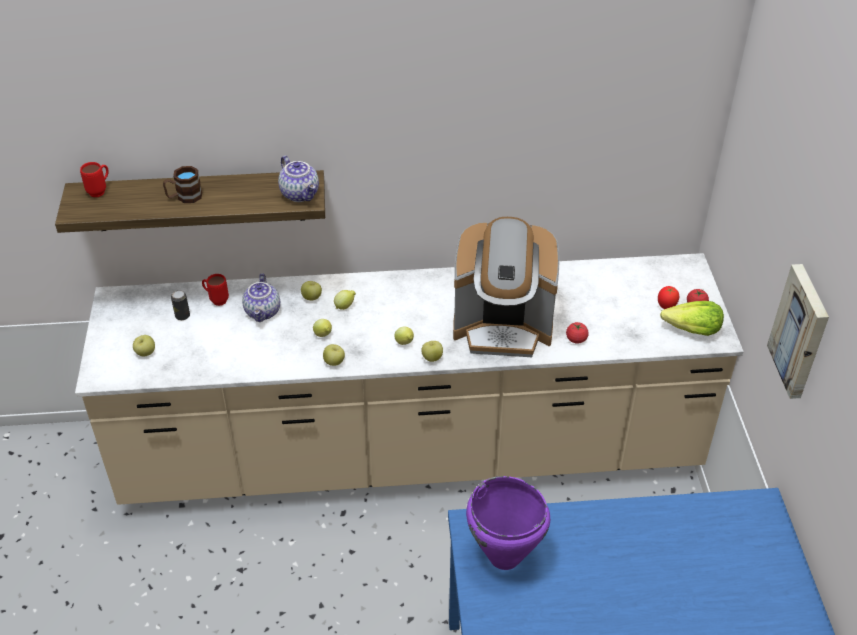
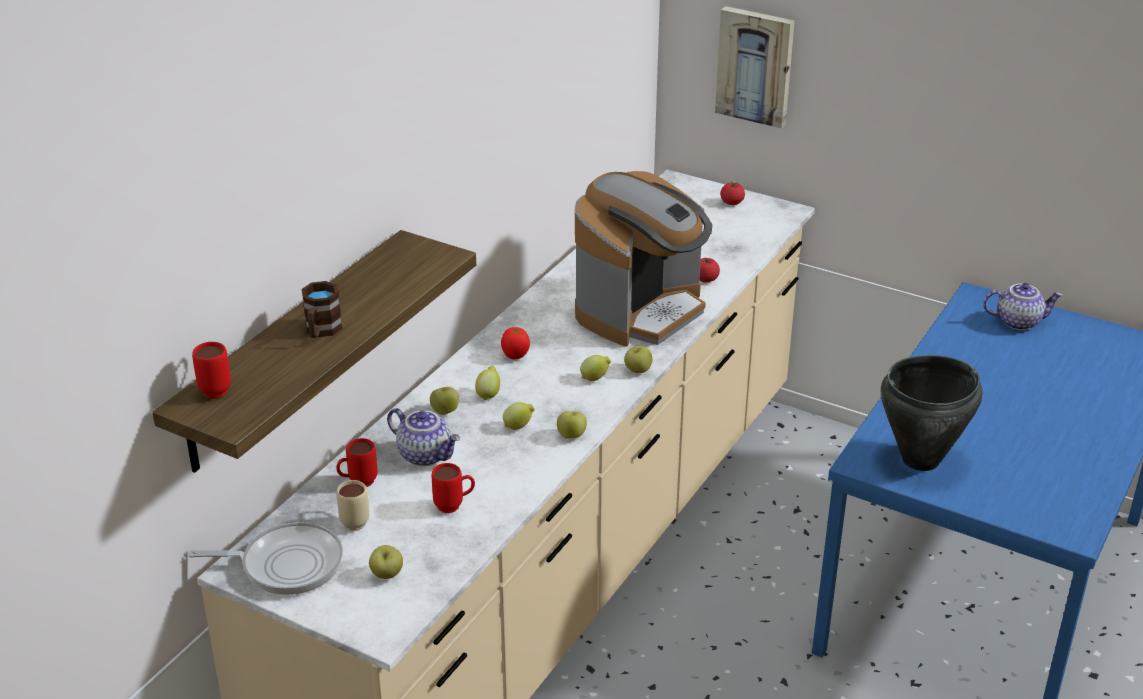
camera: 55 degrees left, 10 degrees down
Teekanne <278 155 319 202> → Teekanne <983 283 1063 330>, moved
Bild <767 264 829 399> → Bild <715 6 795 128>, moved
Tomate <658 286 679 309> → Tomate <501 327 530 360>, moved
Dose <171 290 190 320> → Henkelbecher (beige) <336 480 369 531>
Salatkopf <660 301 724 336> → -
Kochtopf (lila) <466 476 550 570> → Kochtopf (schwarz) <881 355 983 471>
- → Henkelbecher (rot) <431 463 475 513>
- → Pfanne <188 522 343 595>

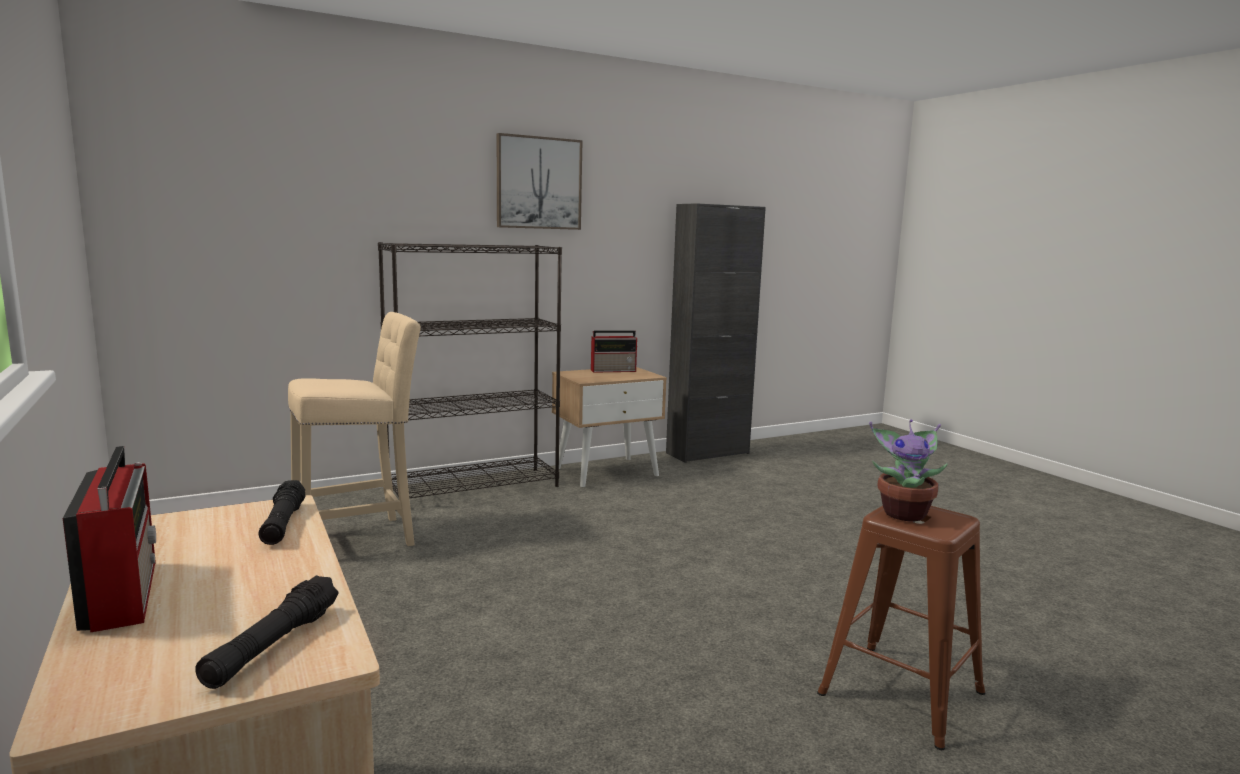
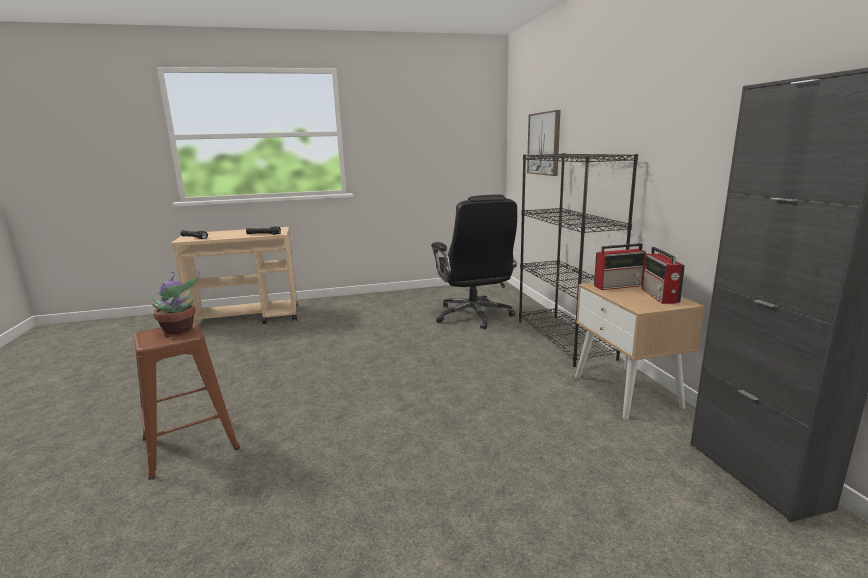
camera: 105 degrees right, 5 degrees up
Bild <497 133 582 230> → Bild <527 110 561 176>, moved
Hocker (beige) <288 312 421 546> → Bürostuhl (schwarz) <431 195 517 329>
Radio <63 446 156 633> → Radio <594 243 646 290>, moved

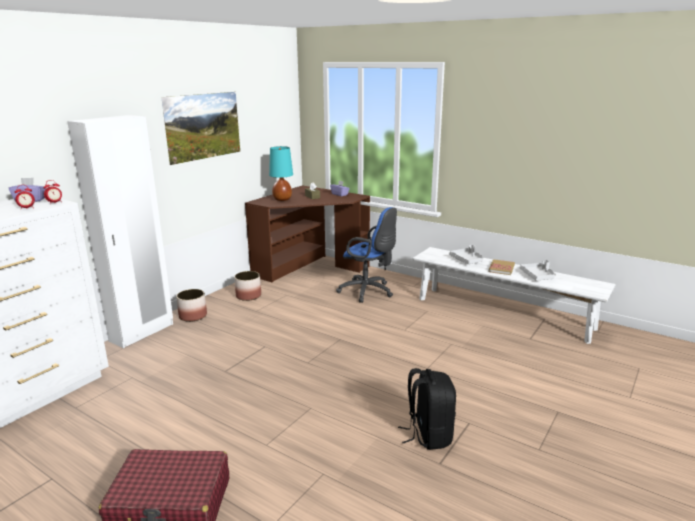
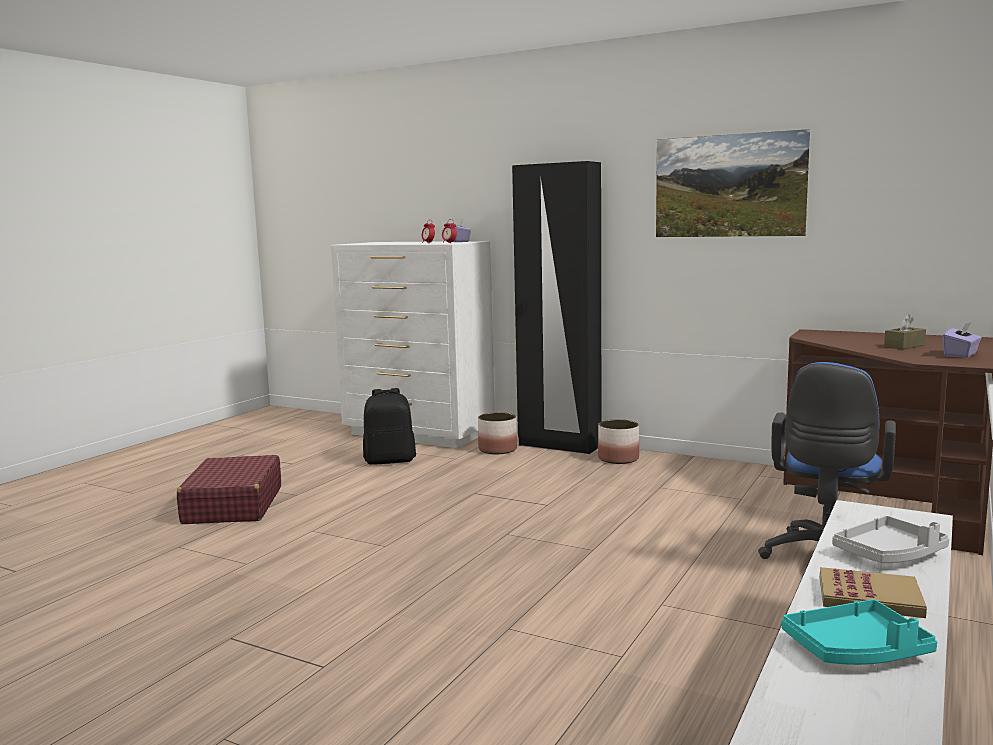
camera: 85 degrees right, 10 degrees down
Kleiderschrank (weiß) <67 115 173 348> → Kleiderschrank (schwarz) <512 161 601 454>
Tischlampe (türkis) <269 146 293 201> → -
Tablett (grau) <520 260 555 280> → Tablett (türkis) <782 599 937 665>
Pflanzkübel <234 271 261 301> → Pflanzkübel <478 412 517 454>, moved
Rucksack (schwarz) <398 368 456 450> → Rucksack (schwarz) <363 388 416 465>, moved

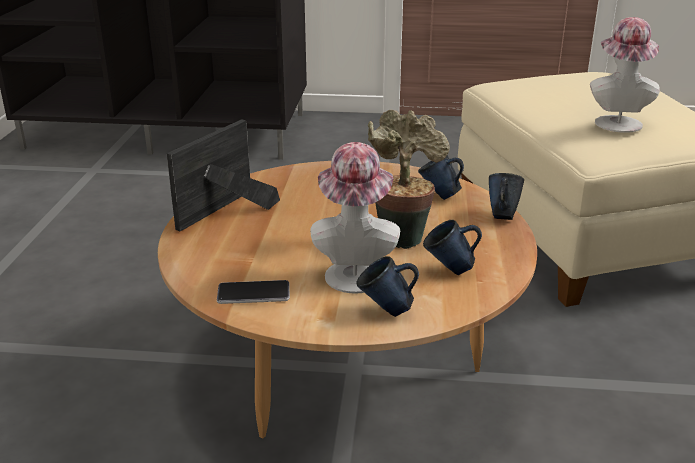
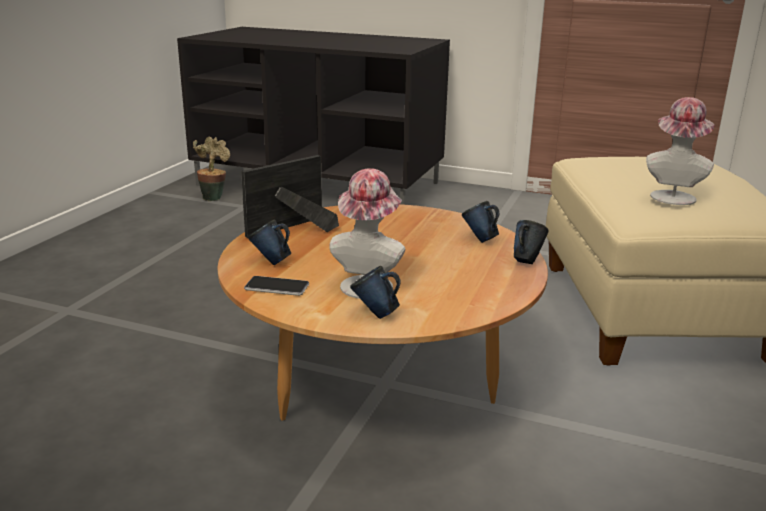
camera: 15 degrees right, 5 degrees down
Topfpflanze <368 110 450 249> → Topfpflanze <193 137 230 201>, moved
Henkelbecher (blau) <423 220 482 275> → Henkelbecher (blau) <248 219 291 265>, moved

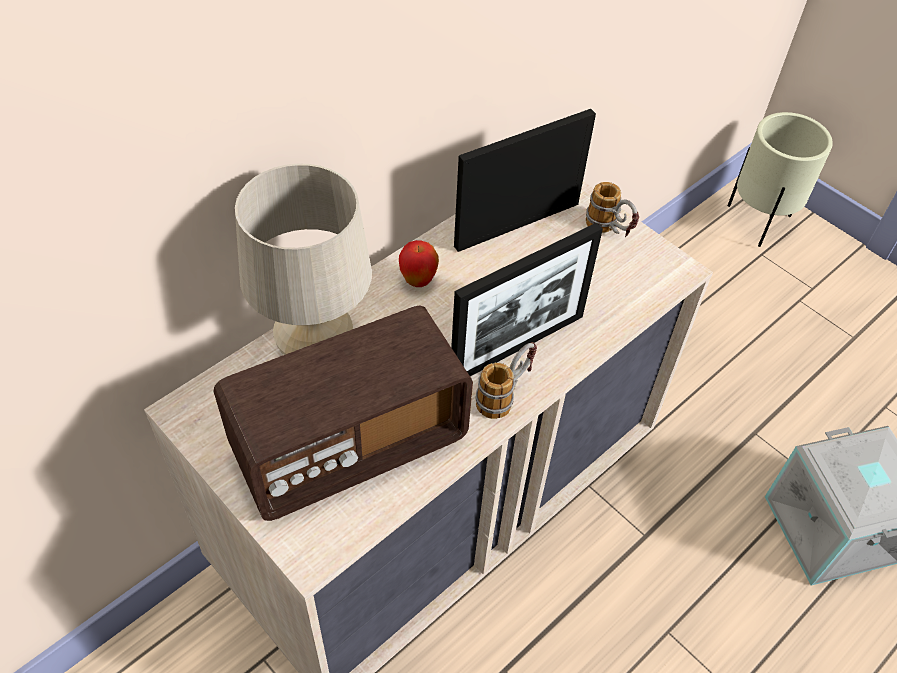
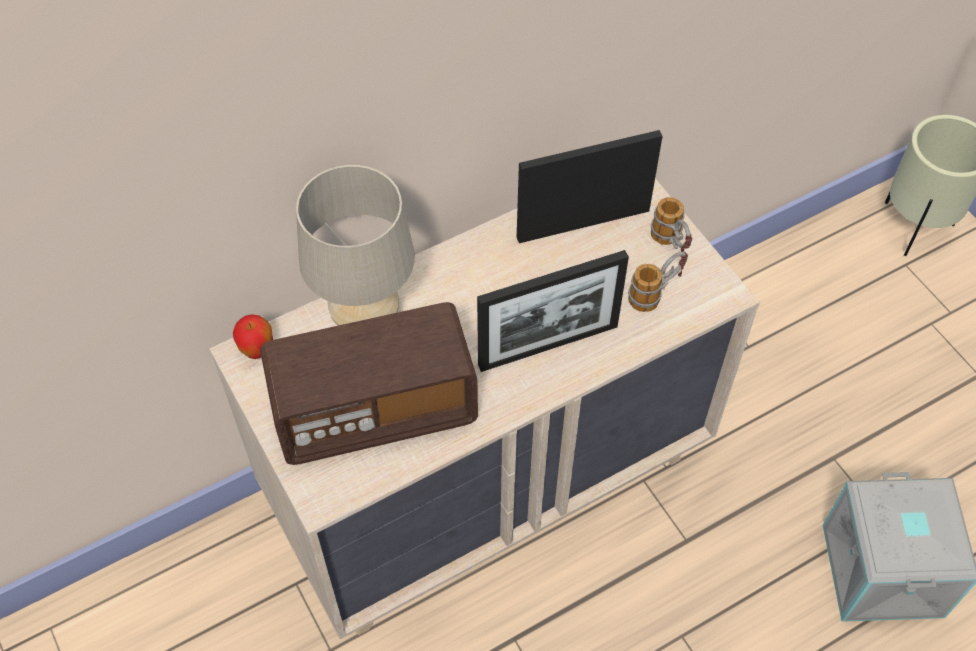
camera: 15 degrees right, 5 degrees up
Apfel <399 240 439 287> → Apfel <233 314 273 359>, moved
Henkelbecher <475 342 537 419> → Henkelbecher <628 251 688 312>, moved

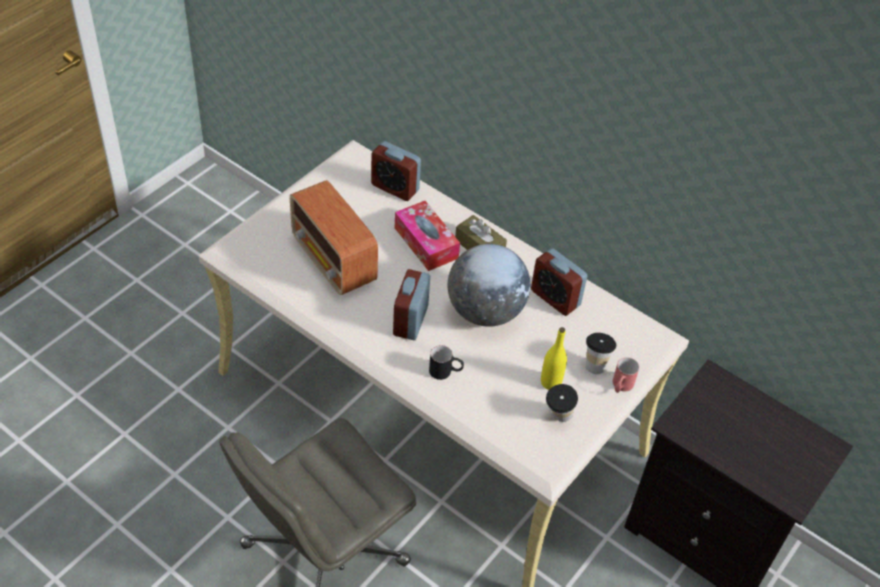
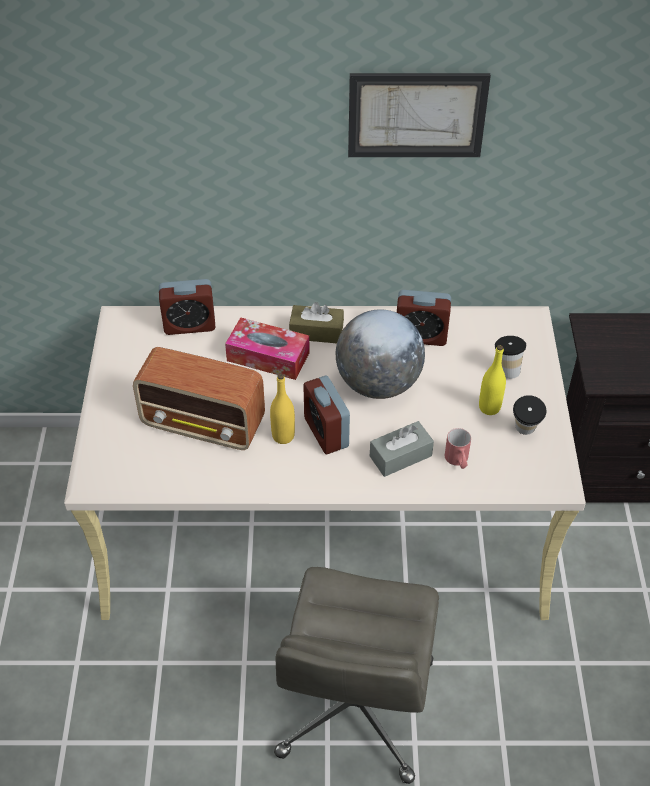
camera: 35 degrees left, 0 degrees up
Henkelbecher (schwarz) <429 345 464 380> → Taschentuchbox (grau) <370 421 434 477>
Henkelbecher (rot) <613 357 639 393> → Henkelbecher (rot) <445 428 471 469>, moved
- → Bild <348 73 491 157>
- → Flasche (gelb) <270 374 295 444>

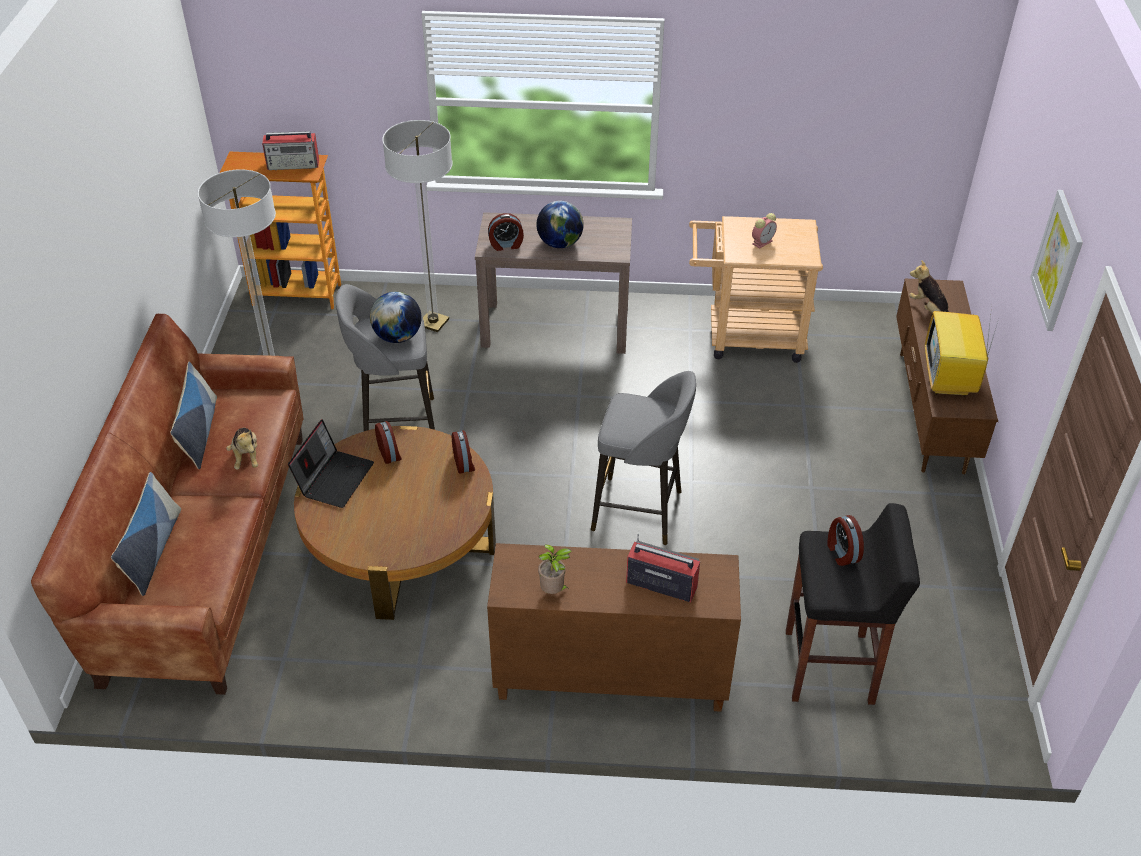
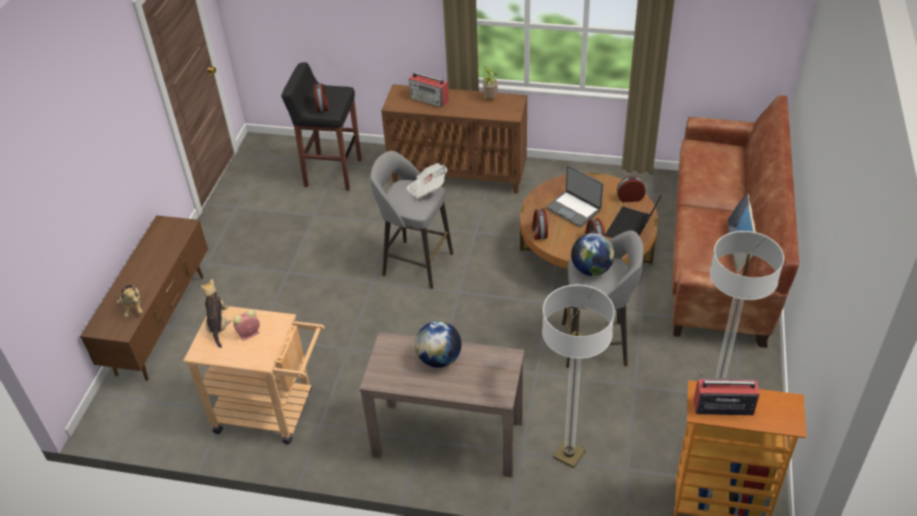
camera: 170 degrees left, 0 degrees up
Bild <1030 190 1083 331> → -
Wecker <488 213 524 251> → Wecker <617 176 645 202>, moved
Fernseher <925 307 998 396> → -
Plüschtier <226 428 258 470> → Plüschtier <201 279 231 348>, moved
Kissen <111 472 181 596> → -
- → Zeitung <407 163 448 199>
- → Laptop <546 165 603 227>

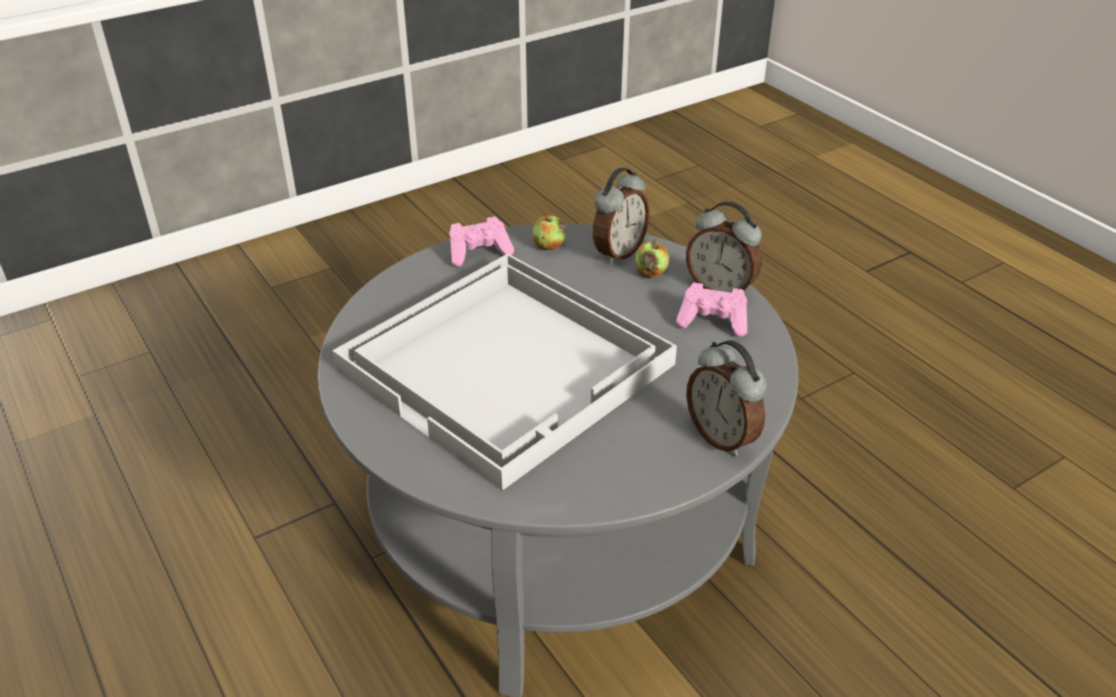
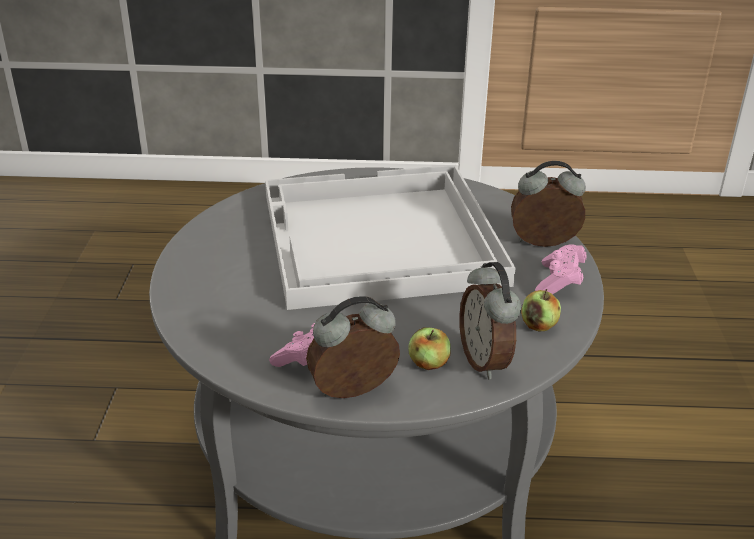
camera: 125 degrees right, 5 degrees down
Wecker <686 340 767 456> → Wecker <511 161 586 247>, moved

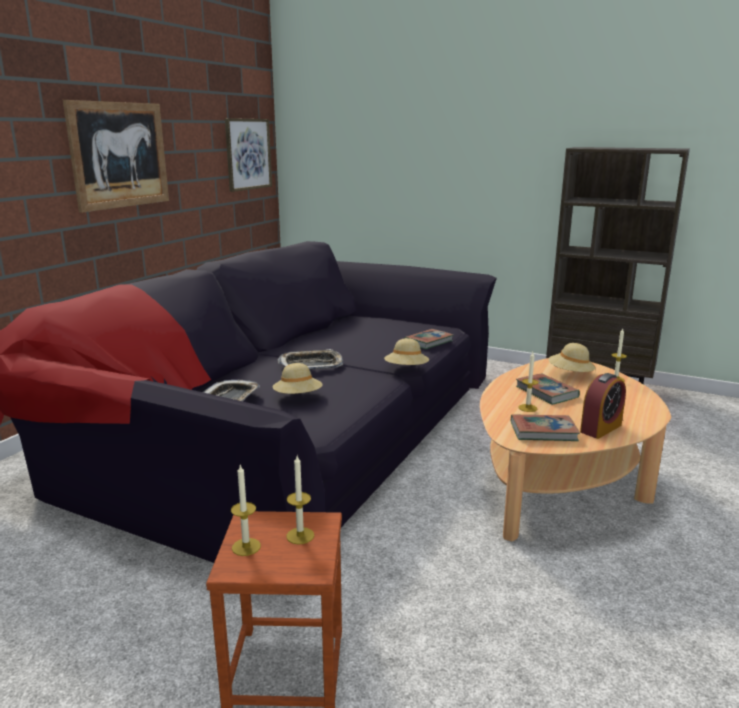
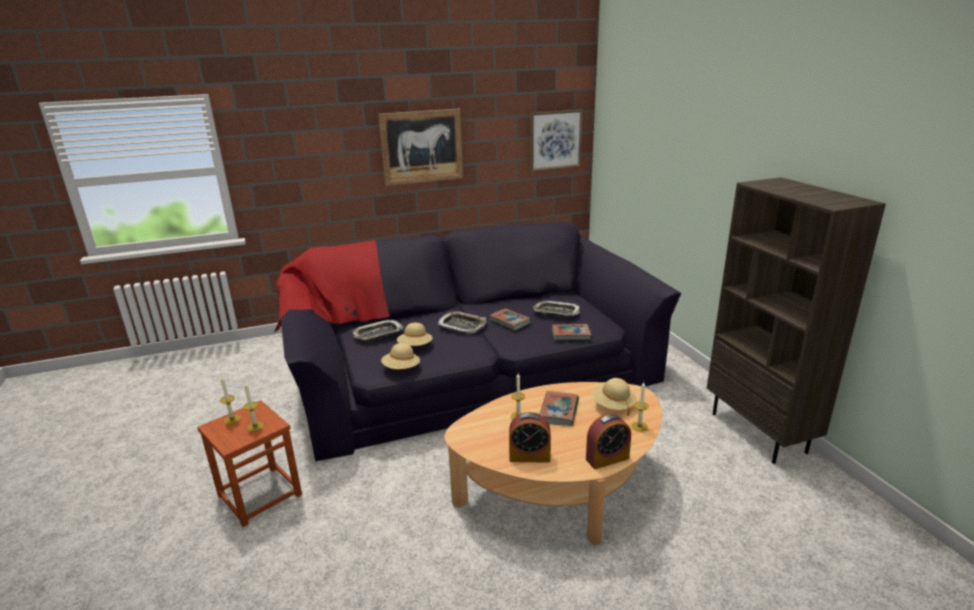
camera: 45 degrees right, 5 degrees up
Hut (beige) <384 338 429 365> → Hut (beige) <381 343 420 369>, moved
Buch <511 414 580 441> → Buch <489 308 531 331>, moved
- → Tablett <533 301 580 316>
- → Wecker <586 414 631 469>

